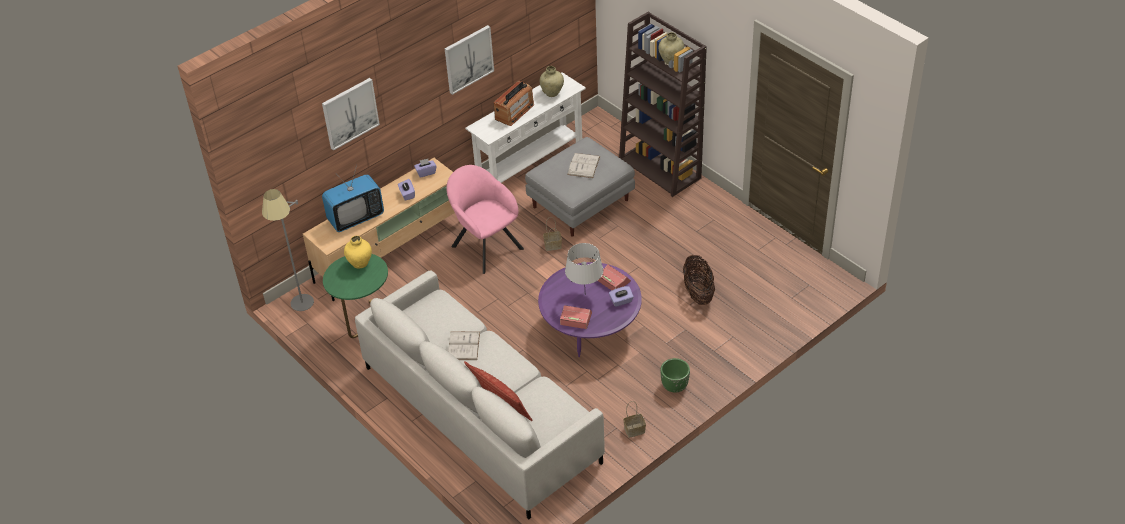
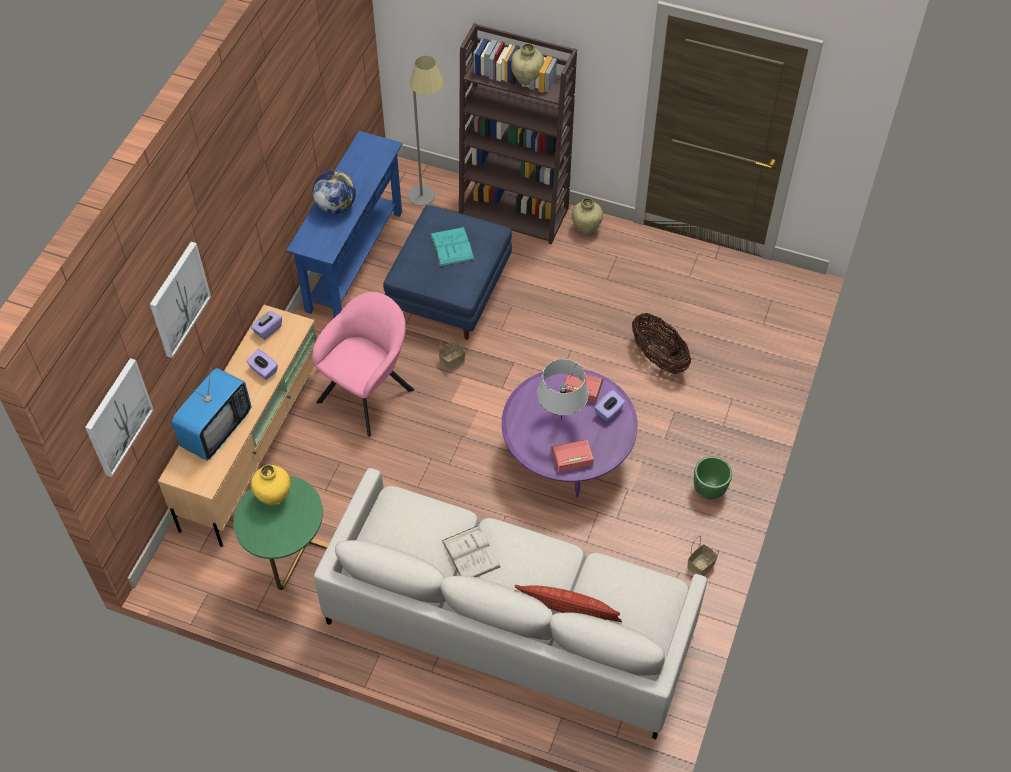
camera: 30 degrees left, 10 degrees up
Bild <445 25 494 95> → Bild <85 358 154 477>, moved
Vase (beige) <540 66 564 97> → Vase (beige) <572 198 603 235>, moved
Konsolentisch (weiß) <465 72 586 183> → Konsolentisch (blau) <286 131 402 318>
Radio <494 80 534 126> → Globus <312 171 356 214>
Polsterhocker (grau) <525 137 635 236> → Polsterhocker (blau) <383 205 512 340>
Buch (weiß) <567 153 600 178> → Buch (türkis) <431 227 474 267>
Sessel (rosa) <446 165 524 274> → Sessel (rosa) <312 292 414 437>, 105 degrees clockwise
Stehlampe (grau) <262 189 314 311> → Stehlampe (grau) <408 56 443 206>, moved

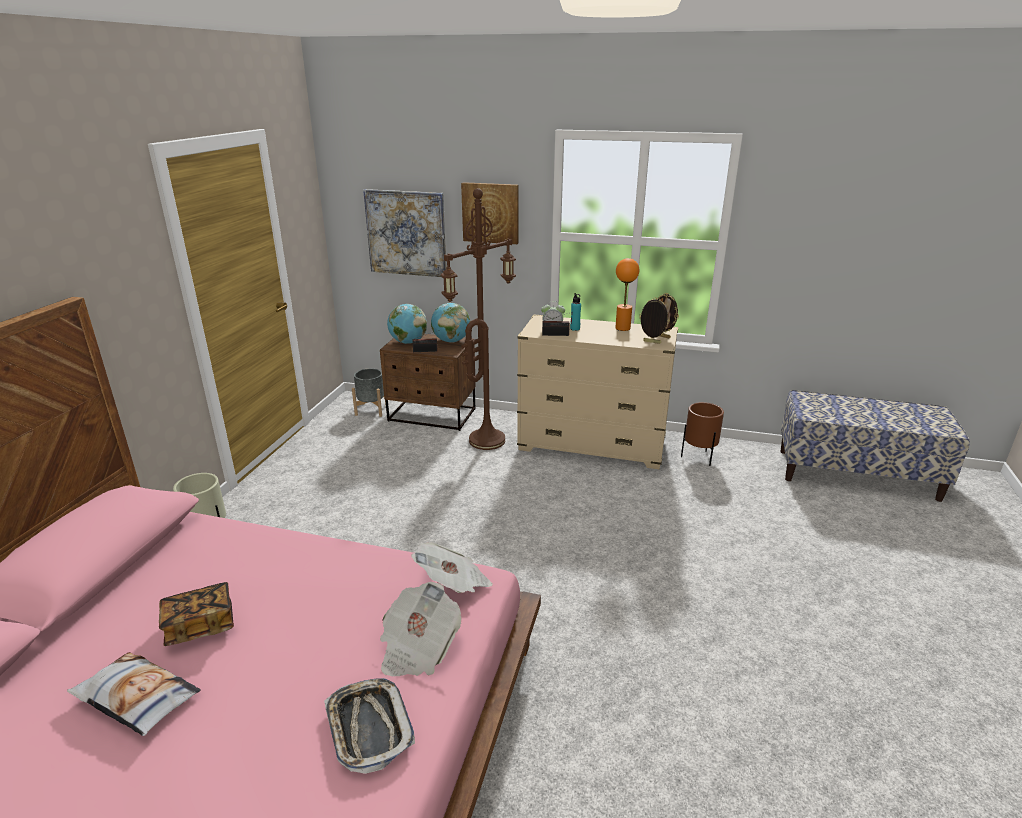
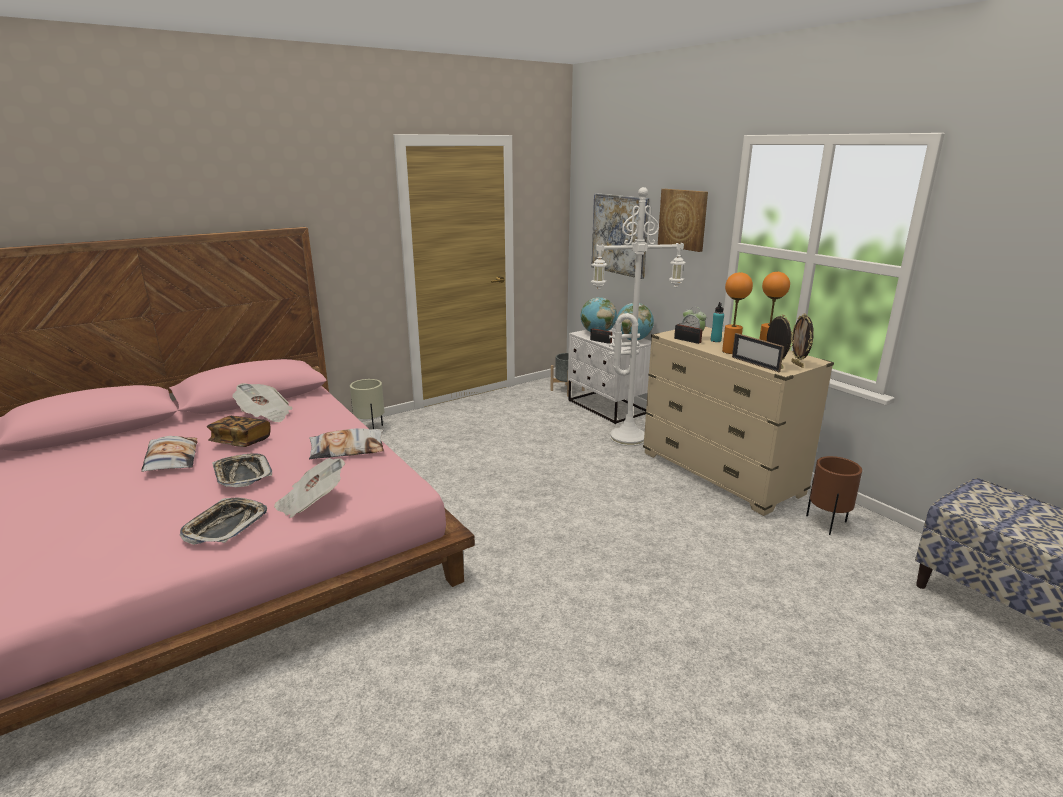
camera: 40 degrees right, 5 degrees down
Stehlampe (braun) <441 188 516 450> → Stehlampe (weiß) <591 187 686 446>
Nachttisch (braun) <380 334 476 431> → Nachttisch (weiß) <568 328 651 424>
Zeitung <411 542 493 593> → Zeitung <233 383 292 422>, moved
- → Tischlampe (orange) <722 272 753 354>
- → Bilderrahmen <732 333 784 372>
- → Kissen <309 428 384 459>
- → Tablett <212 453 272 487>

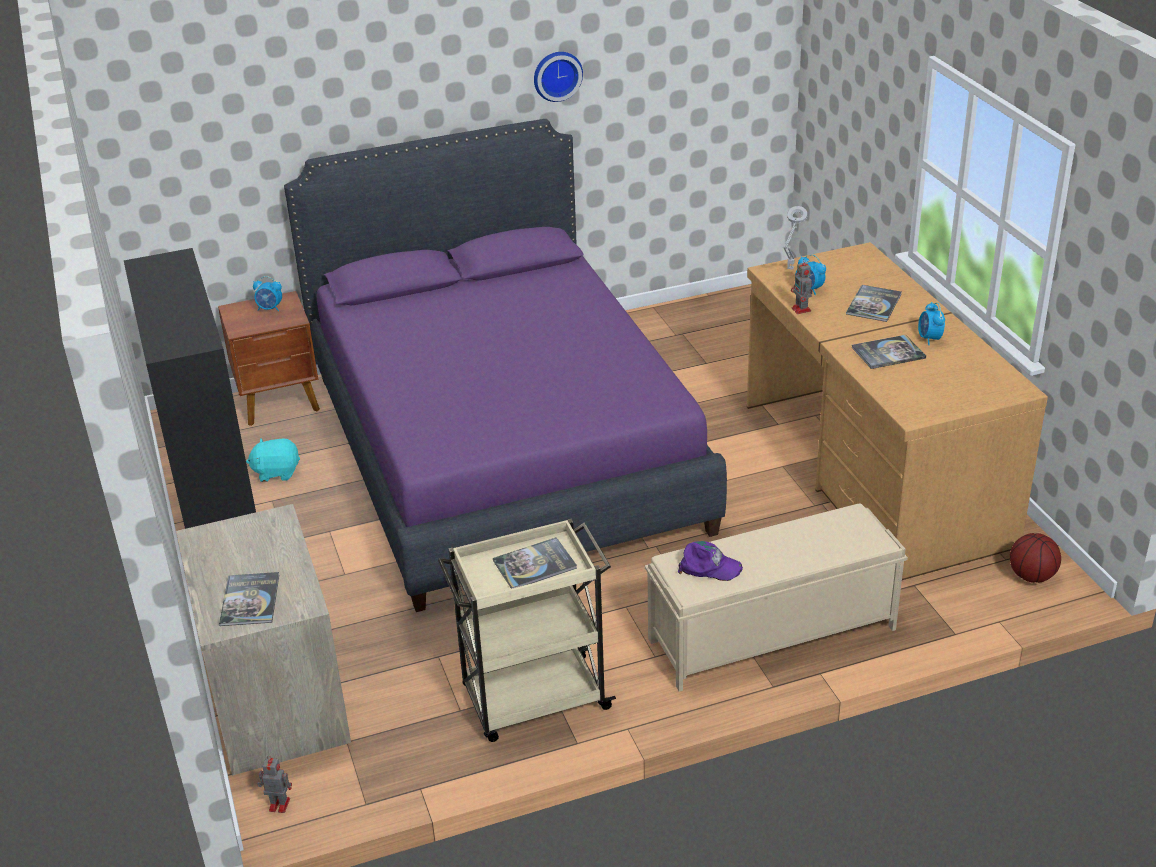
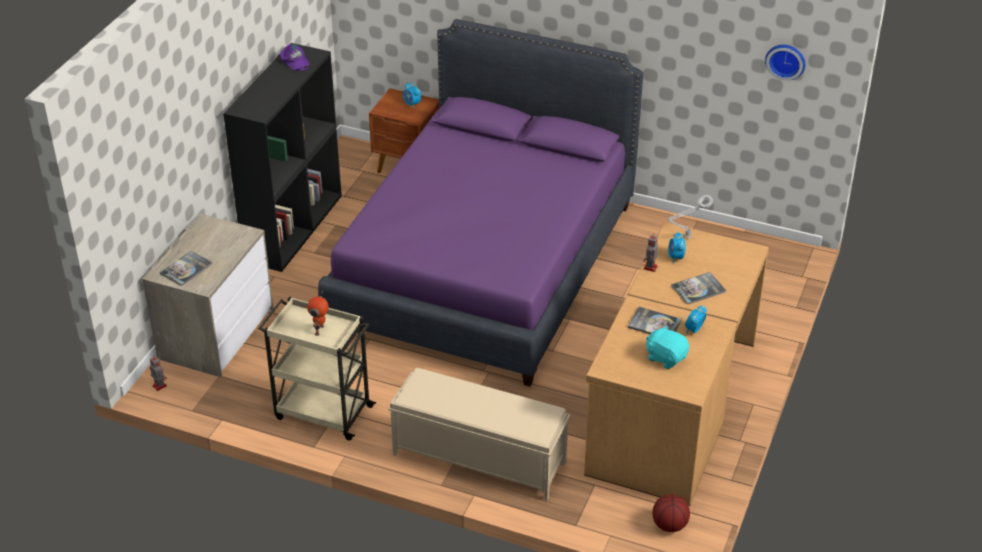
camera: 40 degrees right, 5 degrees up
Wanduhr <534 52 583 102> → Wanduhr <765 44 805 81>, moved
Plüschtier (türkis) <246 438 300 482> → Plüschtier (türkis) <646 325 689 369>, moved
Buch <493 537 577 589> → Spielzeugroboter <307 290 329 336>
Kappe (lila) <678 541 743 581> → Kappe (lila) <278 44 310 71>, moved

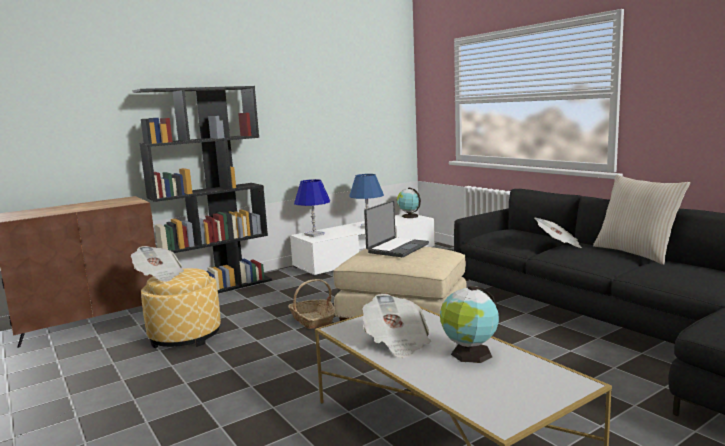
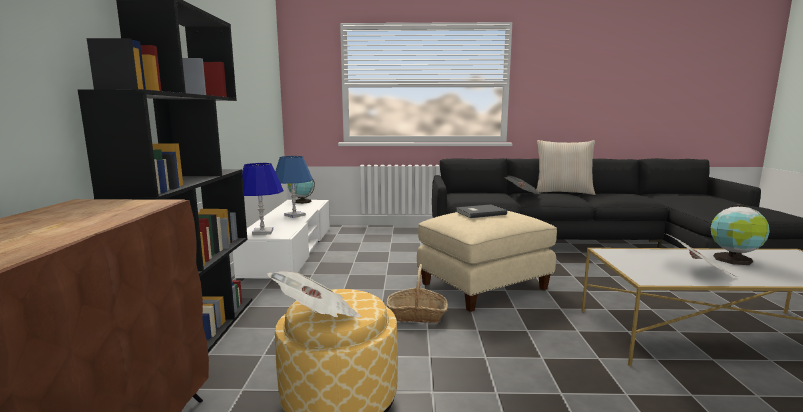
camera: 55 degrees left, 0 degrees up
Laptop <364 200 429 257> → Buch (grau) <456 204 507 218>

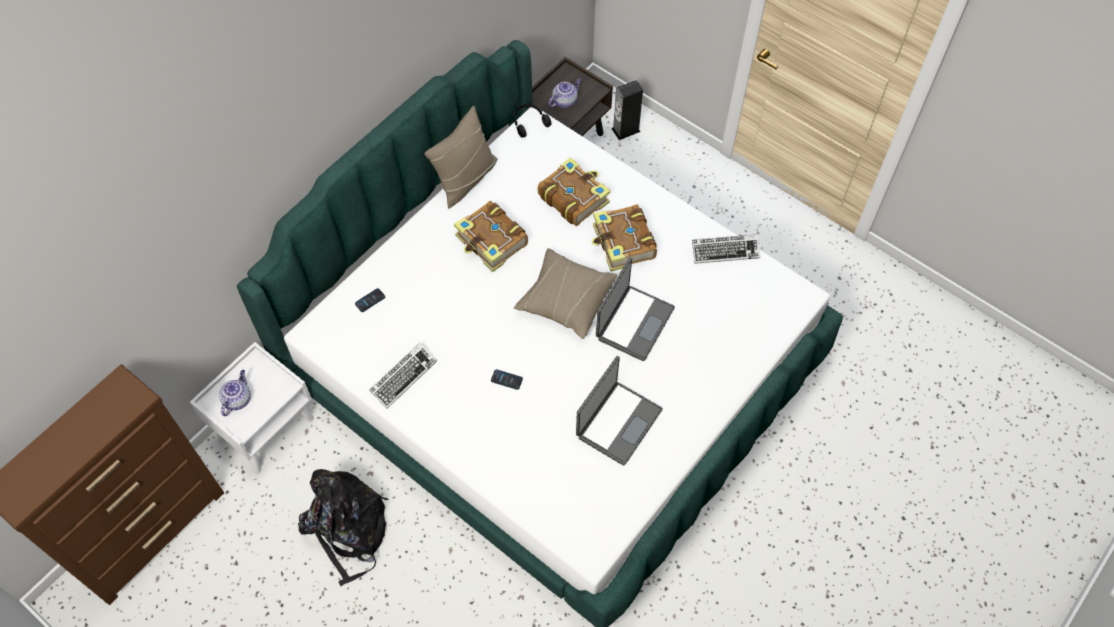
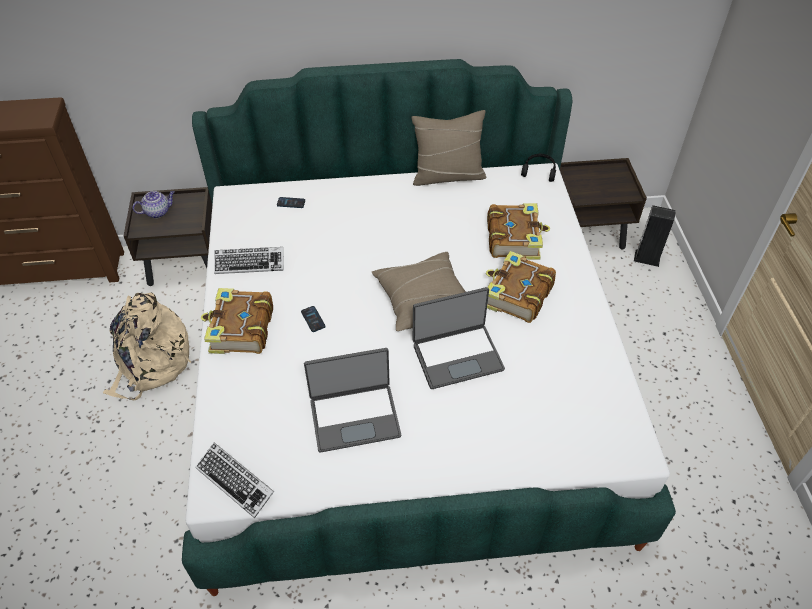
camera: 45 degrees right, 10 degrees down
Teekanne <549 78 581 108> → -
Buch <454 201 528 272> → Buch <201 288 273 354>, moved
Tastatur <692 234 760 264> → Tastatur <195 443 274 518>, moved
Nachttisch (weiß) <190 342 314 473> → Nachttisch (braun) <124 187 212 286>
Rucksack (schwarz) <298 469 388 586> → Rucksack (beige) <103 293 191 400>

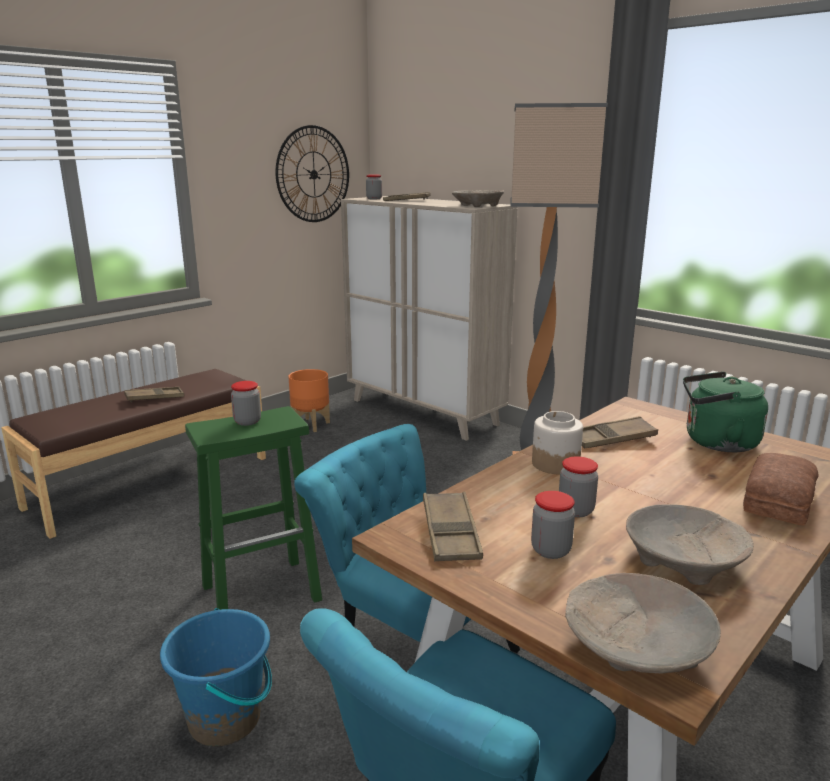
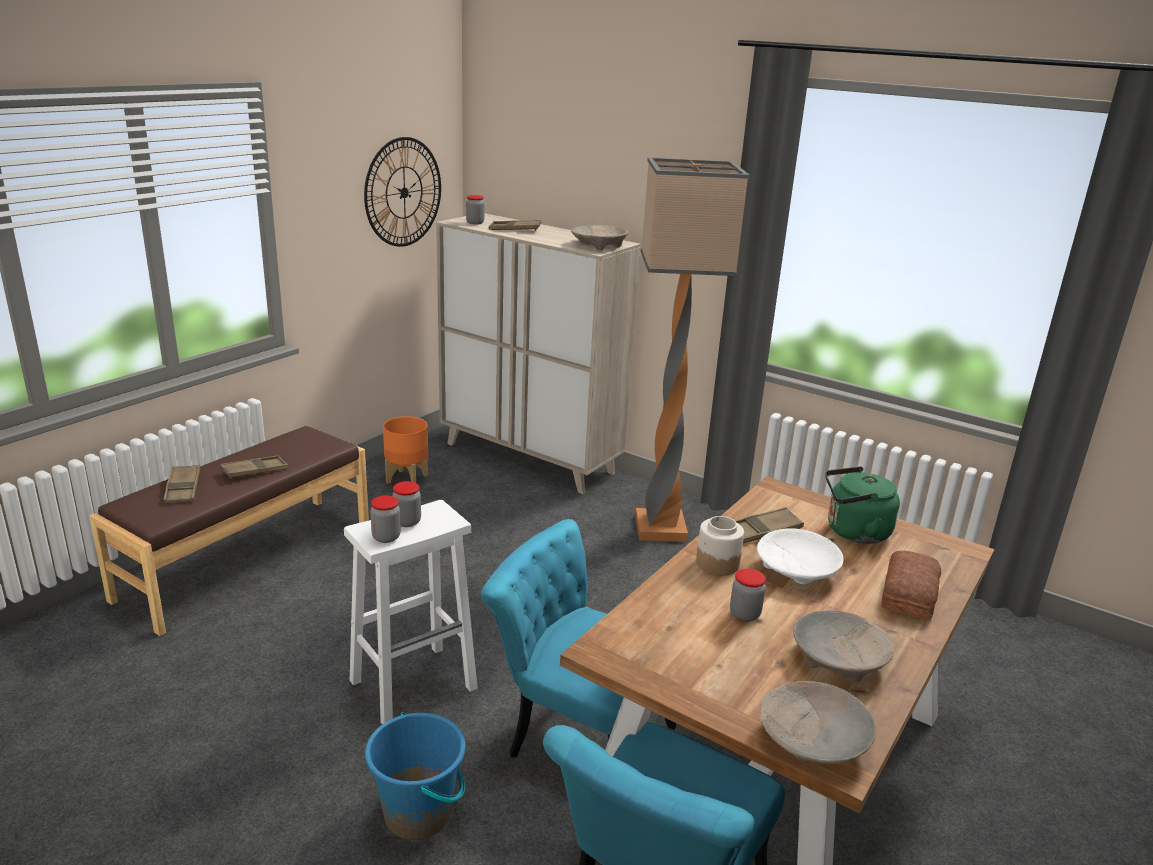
camera: 10 degrees left, 5 degrees up
Hocker (grün) <185 406 322 610> → Hocker (weiß) <344 500 477 724>
Vorratsglas <531 491 575 559> → Vorratsglas <370 495 401 543>, moved
Tablett (braun) <423 492 483 561> → Tablett (braun) <163 465 200 504>, moved
- → Schüssel (weiß) <757 528 843 585>

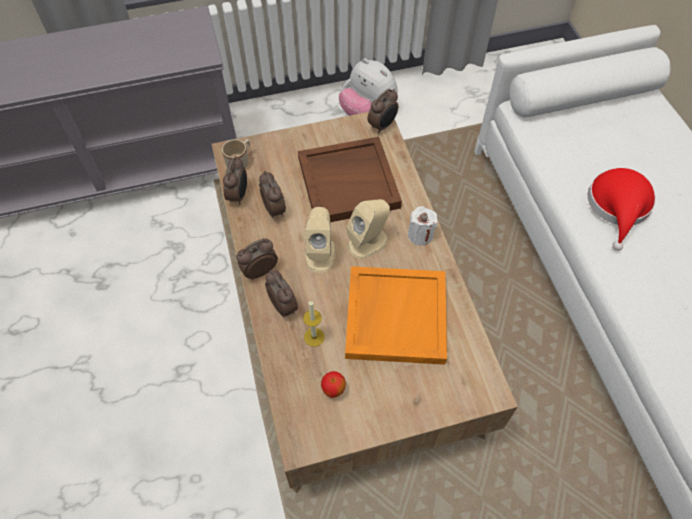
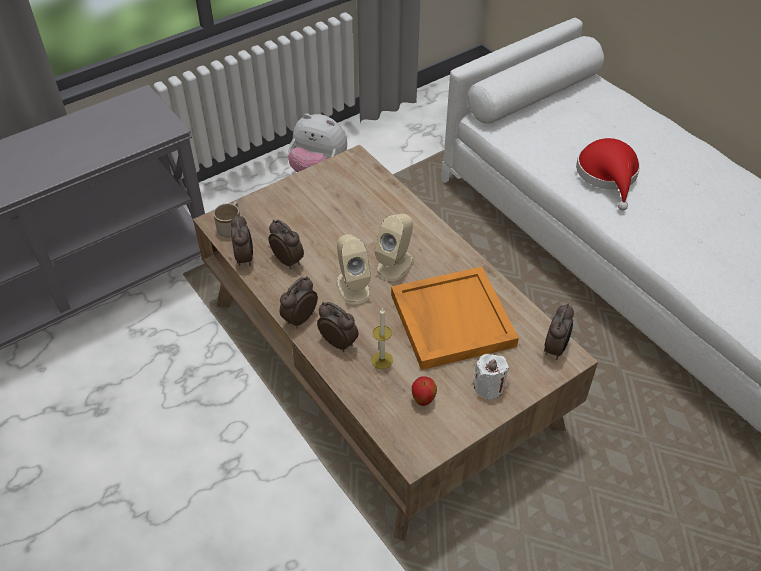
camera: 20 degrees left, 10 degrees down
Wecker <368 89 398 134> → Wecker <544 303 574 360>, moved
Tablett (braun) <298 137 402 222> → -
Kerze (weiß) <408 206 438 245> → Kerze (weiß) <473 354 509 400>, moved

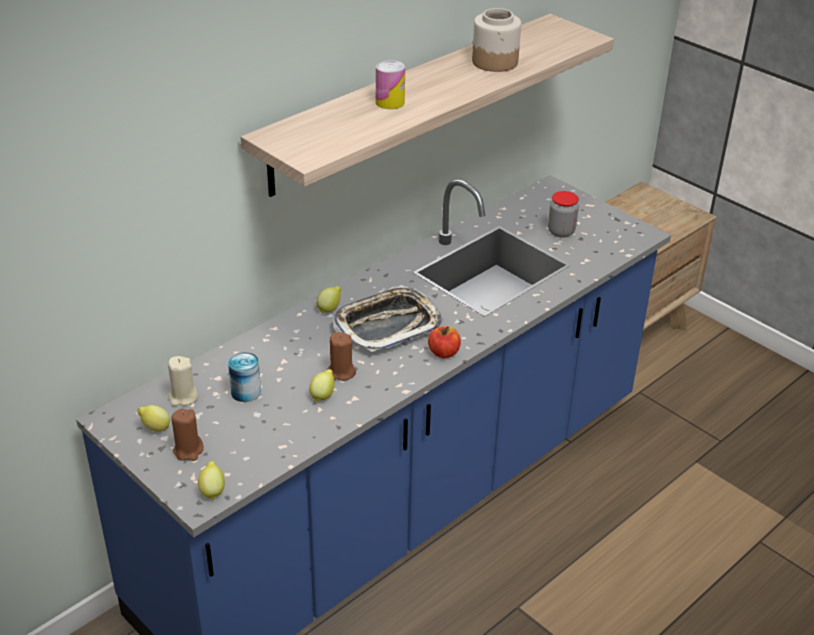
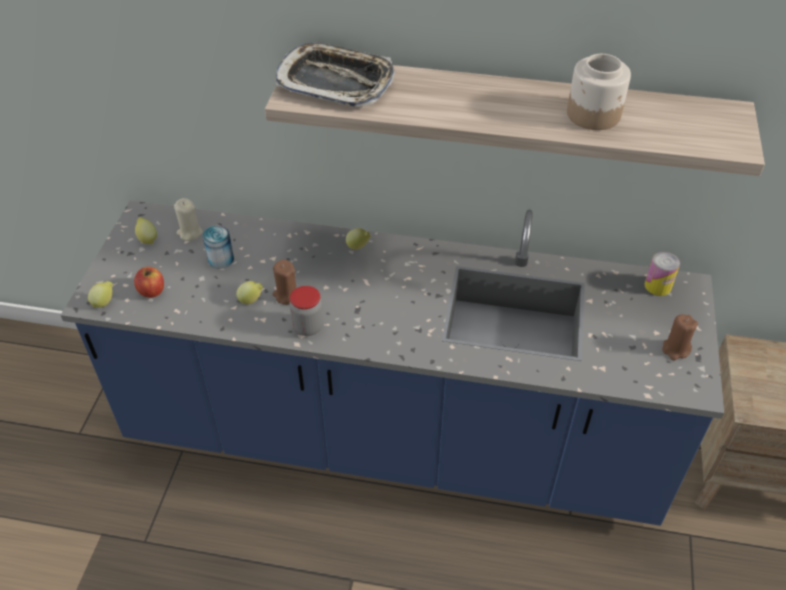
camera: 55 degrees right, 10 degrees up
Dose <376 60 405 109> → Dose <644 252 680 296>, moved
Vorratsglas <548 191 579 238> → Vorratsglas <290 286 324 336>, moved
Tablett <333 285 443 352> → Tablett <276 43 395 107>, moved
Apfel <428 326 461 358> → Apfel <134 267 164 298>, moved
Kerze (braun) <171 408 204 461> → Kerze (braun) <662 314 698 361>, moved

